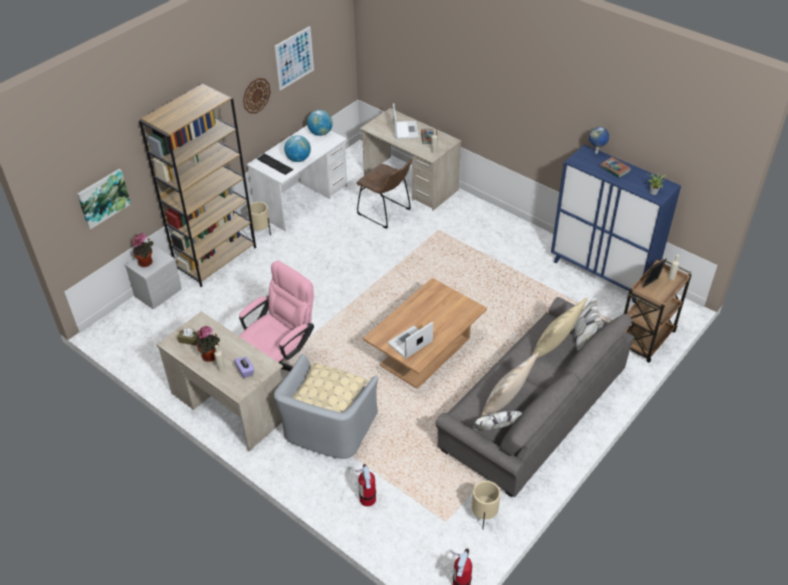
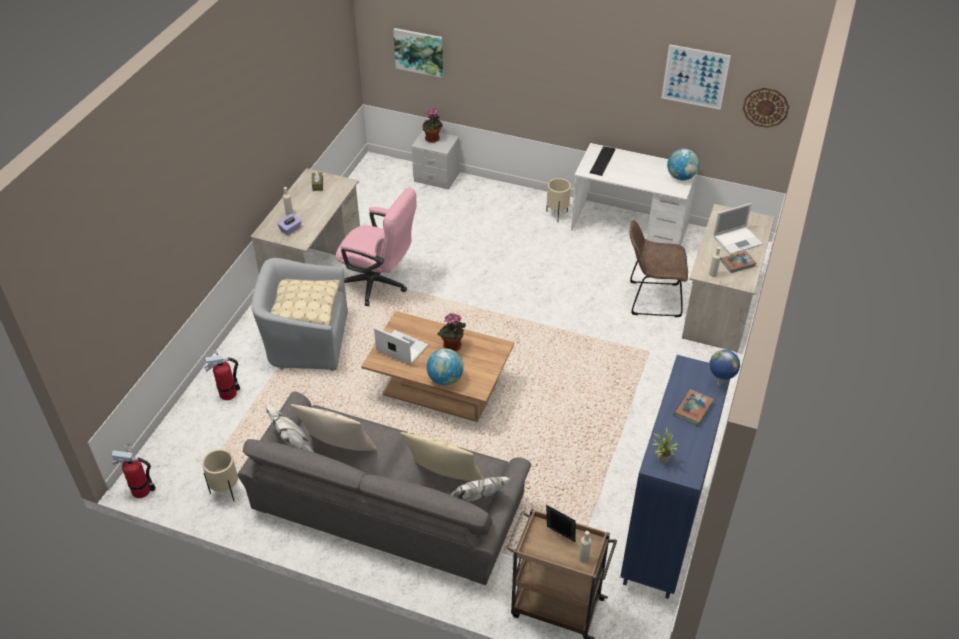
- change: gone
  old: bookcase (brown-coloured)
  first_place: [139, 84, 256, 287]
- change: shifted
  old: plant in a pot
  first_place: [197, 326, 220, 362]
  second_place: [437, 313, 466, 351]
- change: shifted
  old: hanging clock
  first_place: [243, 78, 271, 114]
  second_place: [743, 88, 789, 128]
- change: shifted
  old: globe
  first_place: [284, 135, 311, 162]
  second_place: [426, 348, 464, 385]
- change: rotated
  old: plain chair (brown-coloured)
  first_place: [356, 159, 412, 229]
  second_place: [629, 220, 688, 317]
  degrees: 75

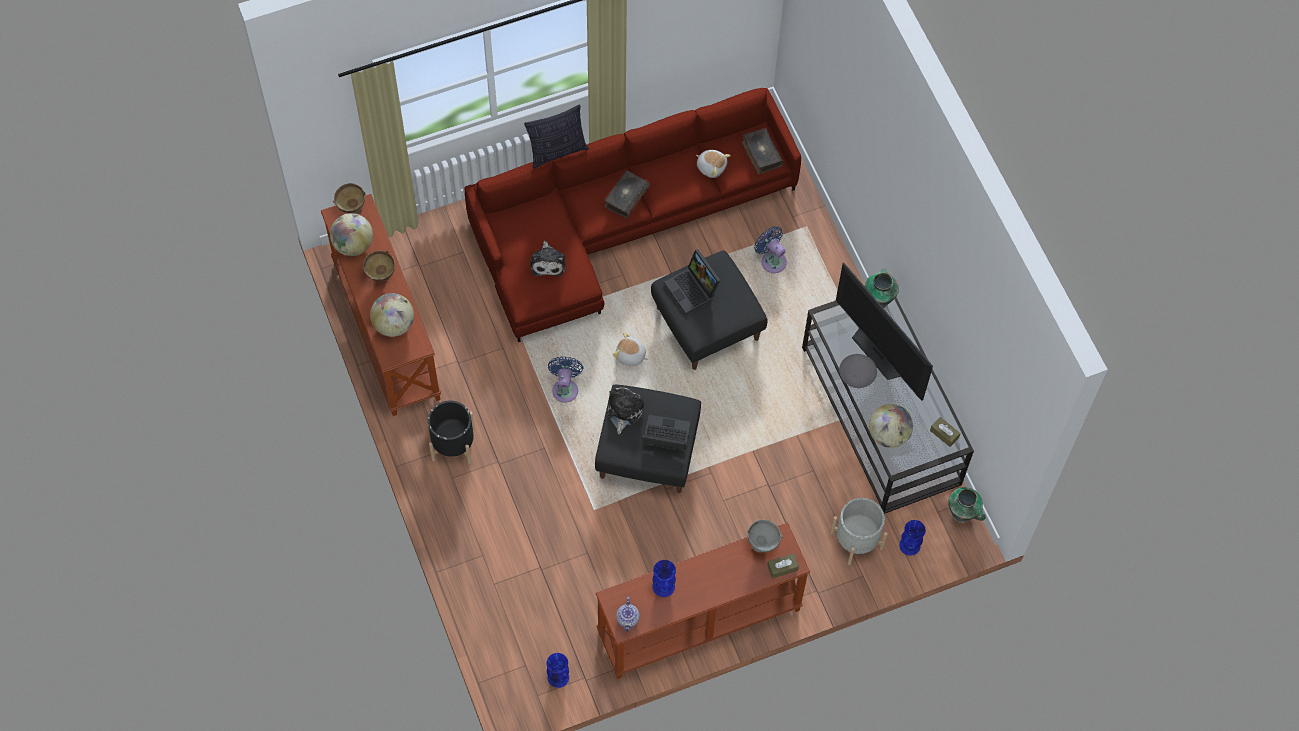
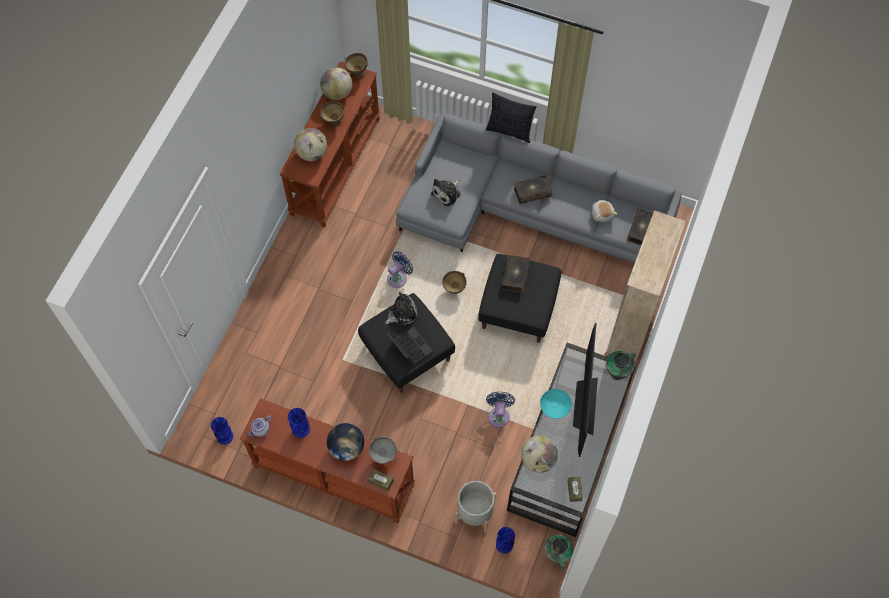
- change: gone
  old: planter (black-coloured)
  first_place: [428, 400, 475, 464]
- change: new
  new: globe
  second_place: [327, 423, 364, 461]
- change: new
  new: bookcase (beige)
  second_place: [604, 210, 686, 366]
- change: shifted
  old: fan (blue)
  first_place: [754, 226, 787, 273]
  second_place: [486, 392, 515, 428]
- change: swapped
  old: cuddly toy
  new: bowl (brown-coloured)
  first_place: [613, 332, 648, 366]
  second_place: [442, 271, 467, 294]
- change: swapped
  old: notebook computer
  new: bound book
  first_place: [664, 249, 721, 314]
  second_place: [501, 255, 529, 293]
- change: repainted
  old: settee (reddish)
  new: settee (greyish)
  first_place: [464, 88, 801, 342]
  second_place: [396, 113, 682, 263]
- change: repainted
  old: bowl (greyish)
  new: bowl (turquoise)
  first_place: [839, 354, 877, 388]
  second_place: [540, 389, 572, 419]

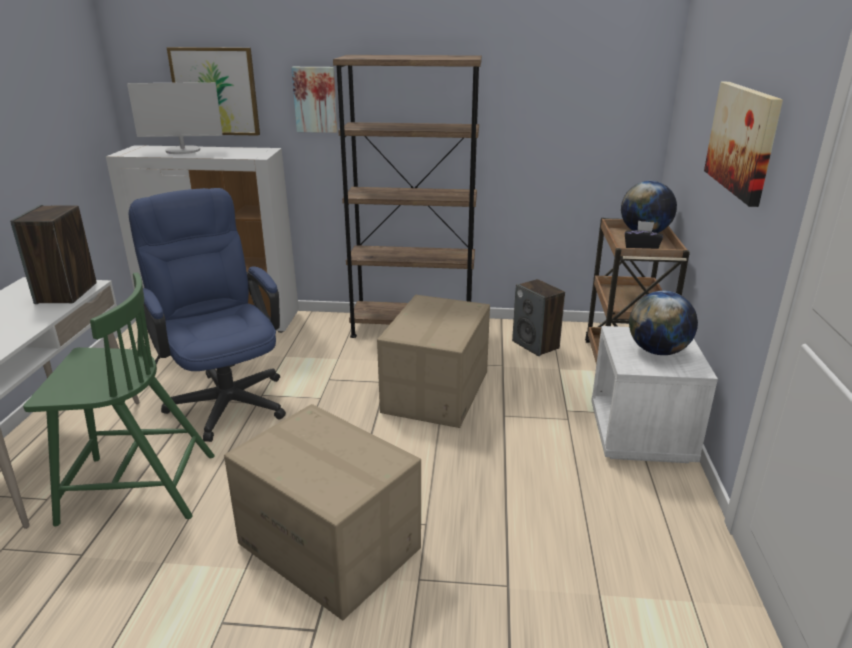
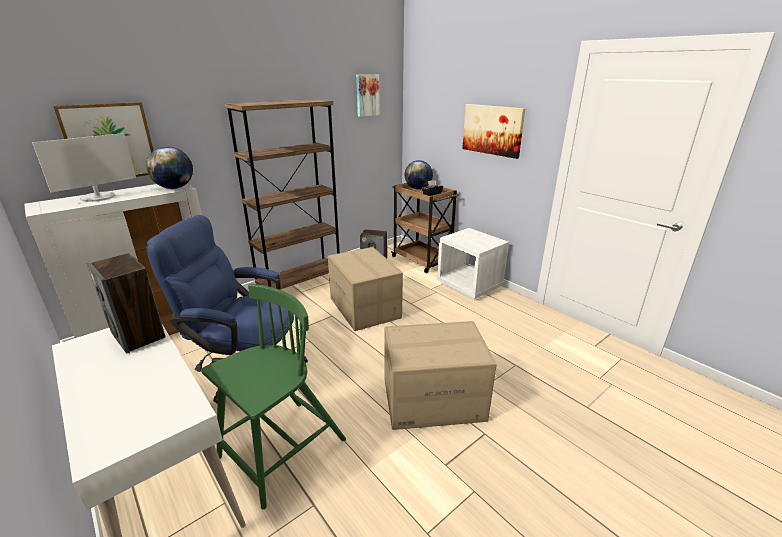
- change: shifted
  old: wall picture
  first_place: [291, 67, 338, 133]
  second_place: [356, 75, 380, 117]
- change: shifted
  old: globe
  first_place: [629, 291, 698, 355]
  second_place: [146, 146, 193, 189]

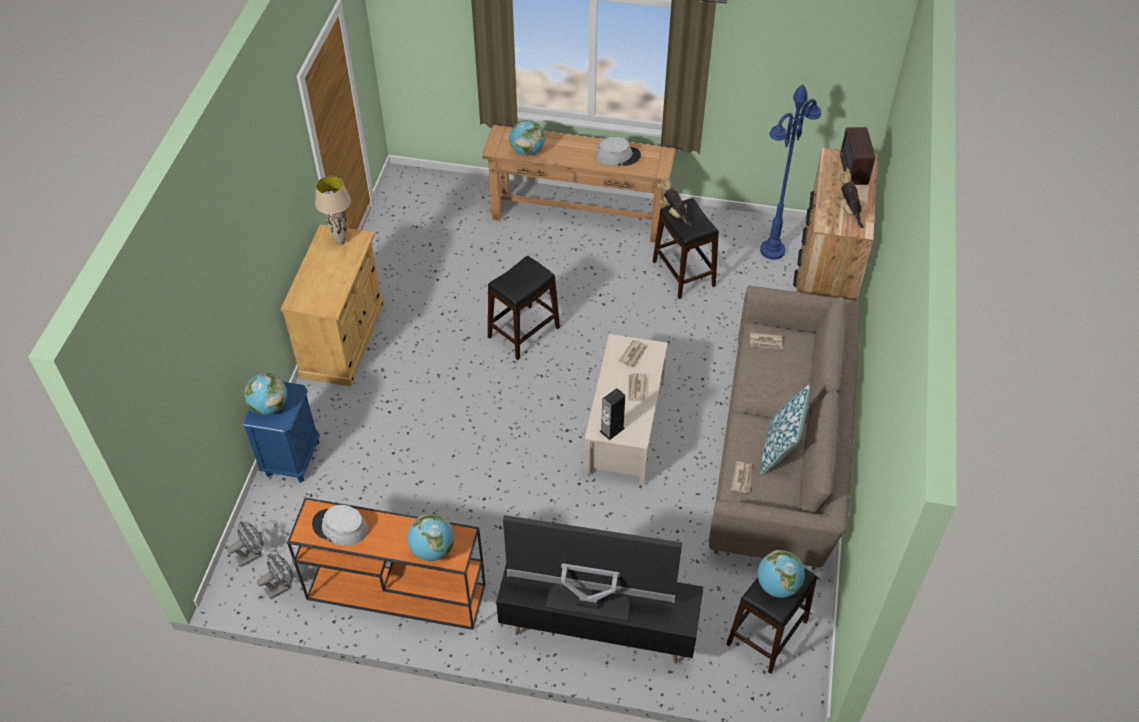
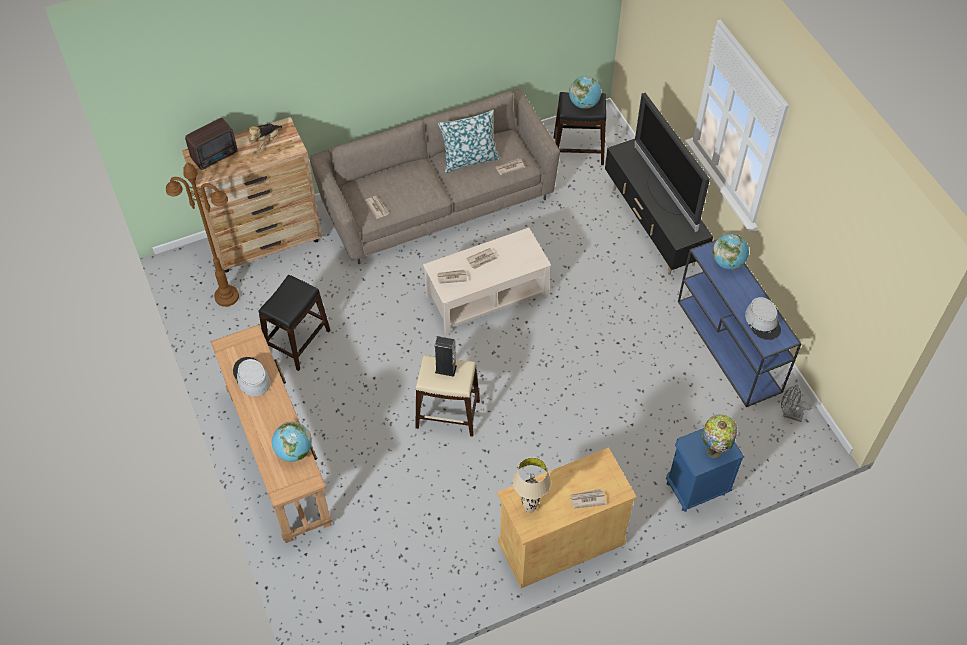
- change: gone
  old: fan (greyish)
  first_place: [227, 521, 264, 567]
- change: gone
  old: cuddly toy
  first_place: [657, 176, 692, 227]
- change: new
  new: daily paper
  second_place: [570, 489, 606, 509]
- change: shifted
  old: loudspeaker
  first_place: [600, 388, 625, 440]
  second_place: [435, 336, 457, 377]
- change: swapped
  old: globe
  new: table lamp
  first_place: [244, 373, 287, 415]
  second_place: [702, 415, 737, 458]
- change: repainted
  old: console table (orangey)
  new: console table (blue)
  first_place: [287, 498, 485, 630]
  second_place: [678, 239, 802, 407]
- change: repainted
  old: stool (black-coloured)
  new: stool (beige)
  first_place: [488, 256, 560, 360]
  second_place: [415, 355, 480, 437]
- change: repainted
  old: standing lamp (blue)
  new: standing lamp (brown-coloured)
  first_place: [760, 84, 821, 260]
  second_place: [166, 162, 239, 307]

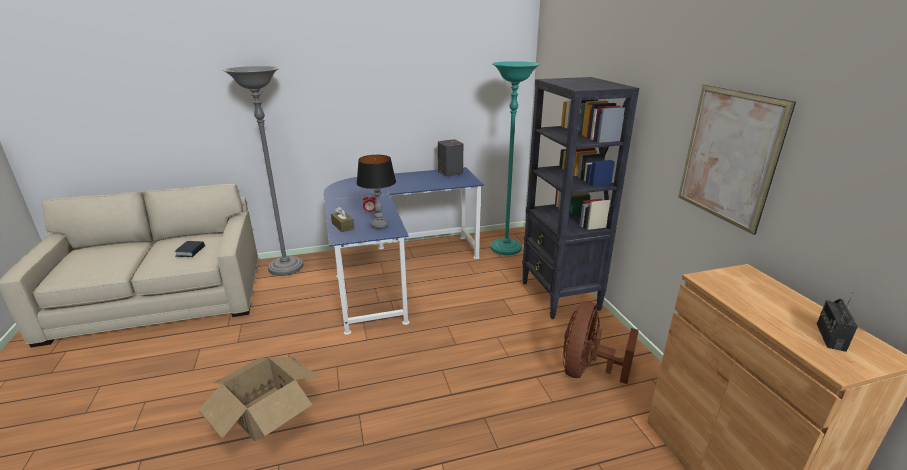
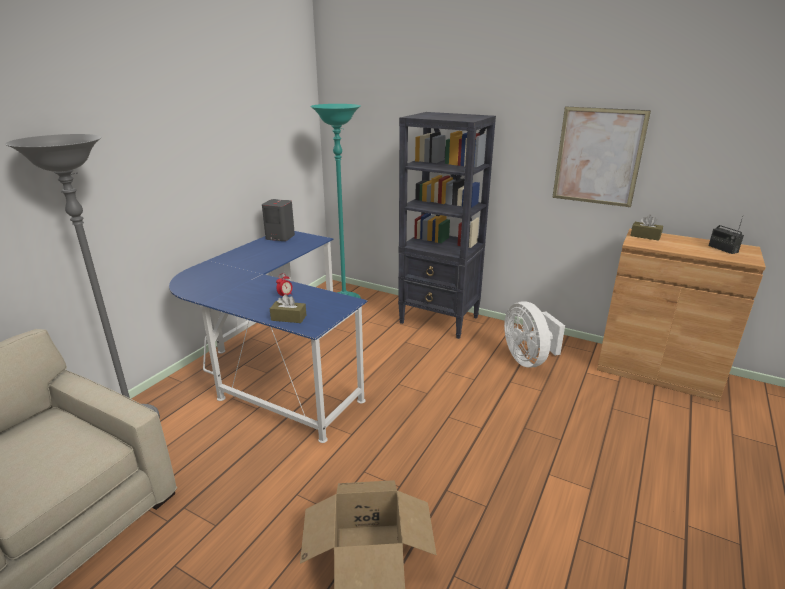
- change: gone
  old: bound book
  first_place: [175, 241, 205, 257]
- change: gone
  old: table lamp
  first_place: [356, 155, 396, 229]
- change: new
  new: tissue holder (brown-coloured)
  second_place: [630, 215, 663, 241]
- change: repainted
  old: fan (brown-coloured)
  new: fan (whitish)
  first_place: [563, 301, 639, 384]
  second_place: [504, 301, 565, 368]

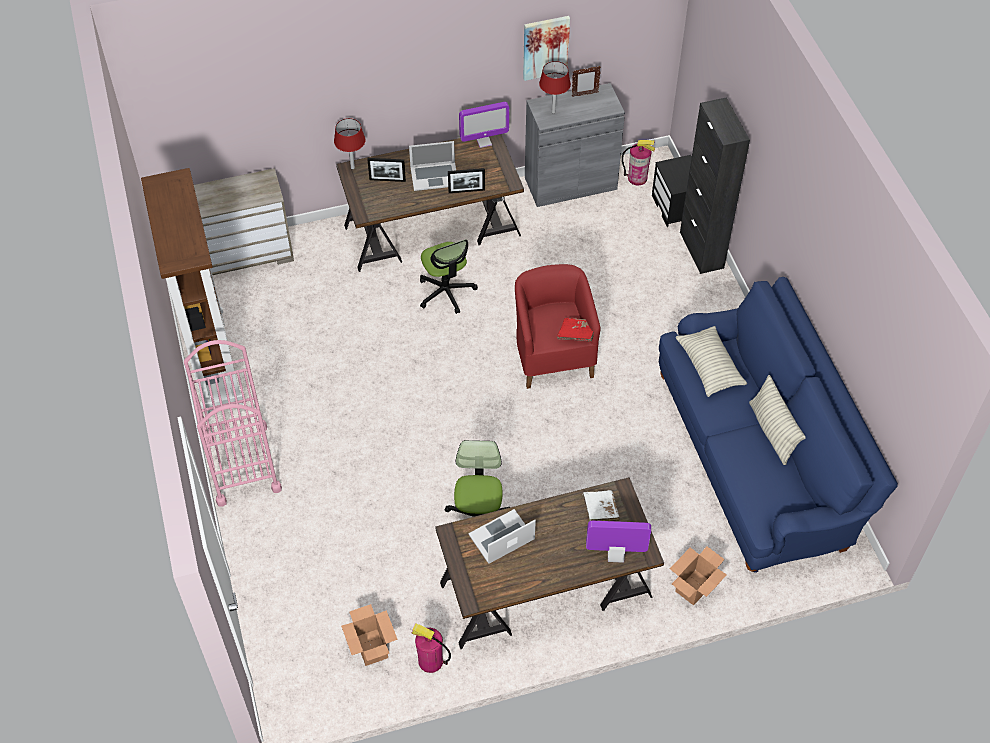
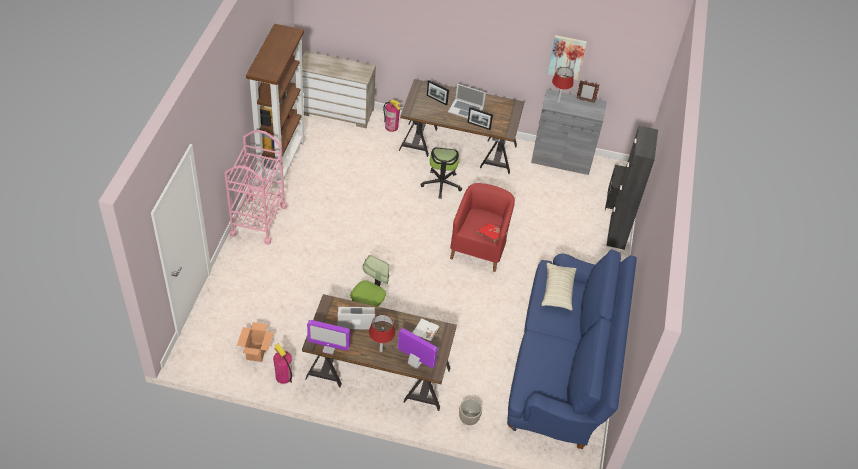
- change: gone
  old: throw pillow
  first_place: [749, 375, 806, 465]
- change: shifted
  old: table lamp (reddish)
  first_place: [334, 118, 366, 169]
  second_place: [369, 315, 395, 352]
- change: shifted
  old: monitor
  first_place: [459, 102, 509, 148]
  second_place: [307, 320, 350, 355]
- change: shifted
  old: extinguisher
  first_place: [622, 140, 655, 186]
  second_place: [383, 99, 401, 132]
- change: swapped
  old: cardboard box
  new: planter (greyish)
  first_place: [670, 546, 727, 605]
  second_place: [459, 399, 482, 425]

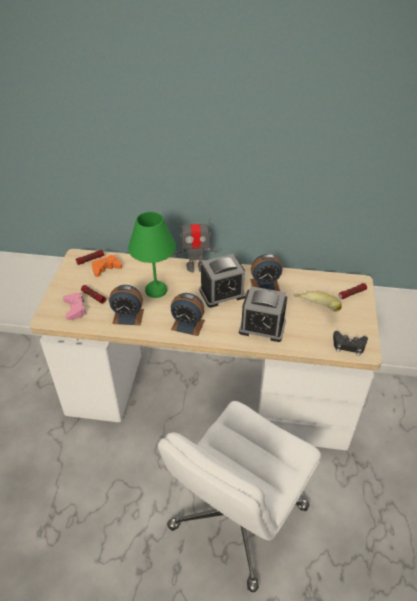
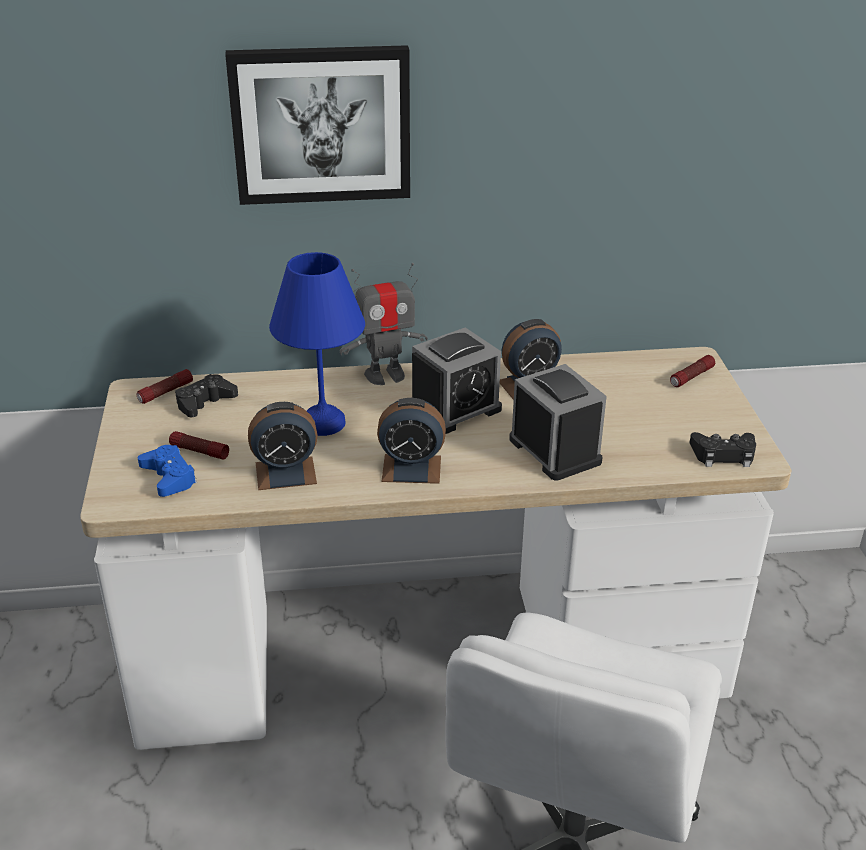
- change: gone
  old: banana fruit
  first_place: [293, 291, 342, 312]
- change: new
  new: wall picture
  second_place: [225, 45, 410, 205]
- change: repainted
  old: gamepad (pink)
  new: gamepad (blue)
  first_place: [63, 293, 87, 320]
  second_place: [138, 445, 197, 497]
- change: repainted
  old: gamepad (orangey)
  new: gamepad (black-coloured)
  first_place: [92, 255, 122, 277]
  second_place: [175, 374, 238, 417]
- change: repainted
  old: table lamp (green)
  new: table lamp (blue)
  first_place: [128, 212, 176, 298]
  second_place: [269, 252, 365, 436]
- change: rotated
  old: bedside clock
  first_place: [239, 286, 287, 342]
  second_place: [509, 364, 607, 480]
  degrees: -120

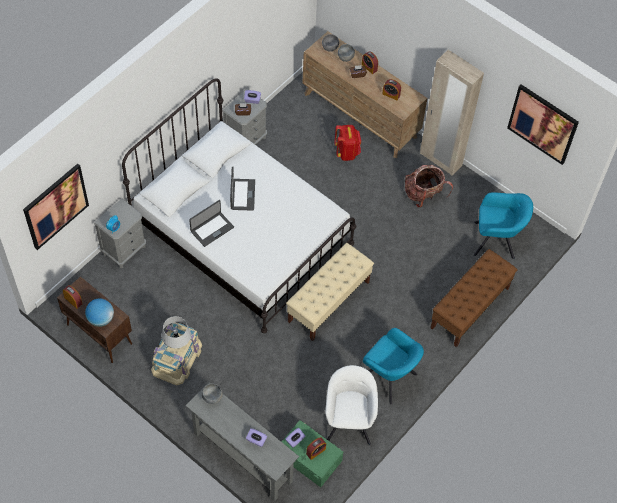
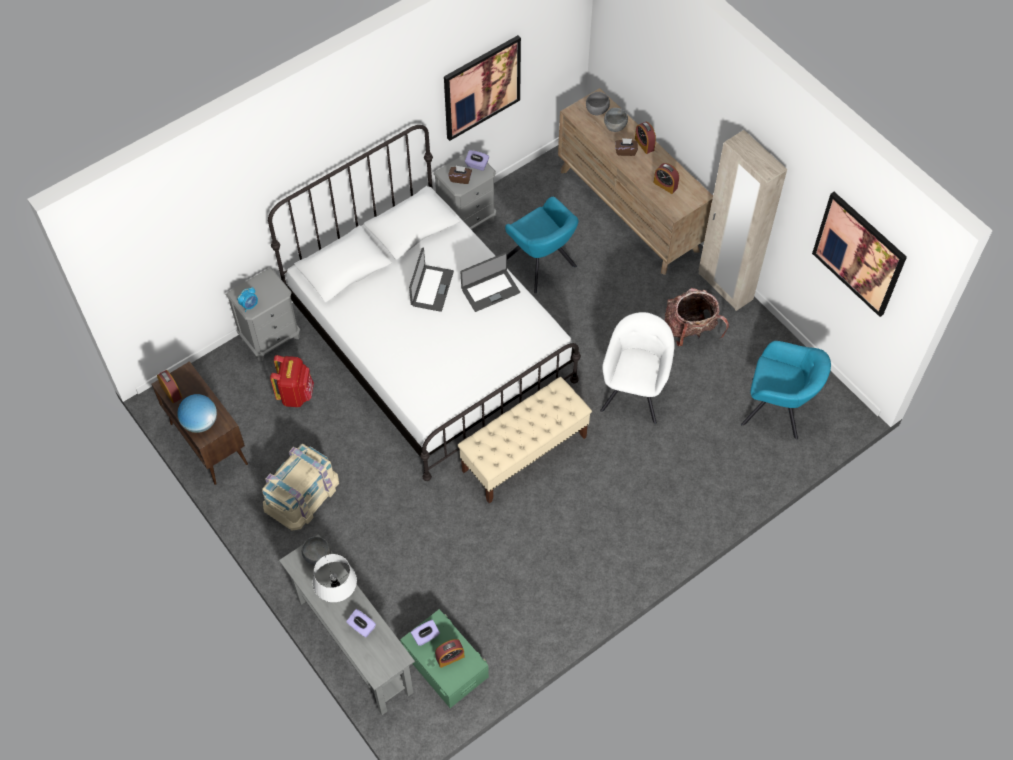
- change: gone
  old: indoor bench (brown-coloured)
  first_place: [430, 249, 518, 347]
- change: shifted
  old: wall picture
  first_place: [23, 164, 89, 250]
  second_place: [444, 35, 521, 141]
- change: shifted
  old: table lamp (greyish)
  first_place: [162, 316, 191, 348]
  second_place: [313, 554, 357, 602]
- change: shifted
  old: notebook computer
  first_place: [189, 200, 234, 247]
  second_place: [461, 252, 520, 312]
- change: shifted
  old: lounge chair (whitish)
  first_place: [325, 365, 378, 445]
  second_place: [600, 312, 674, 424]
- change: shifted
  old: rucksack (reddish)
  first_place: [334, 125, 361, 161]
  second_place: [270, 355, 314, 407]
- change: shifted
  old: lounge chair (turquoise)
  first_place: [363, 328, 424, 404]
  second_place: [505, 197, 578, 294]

